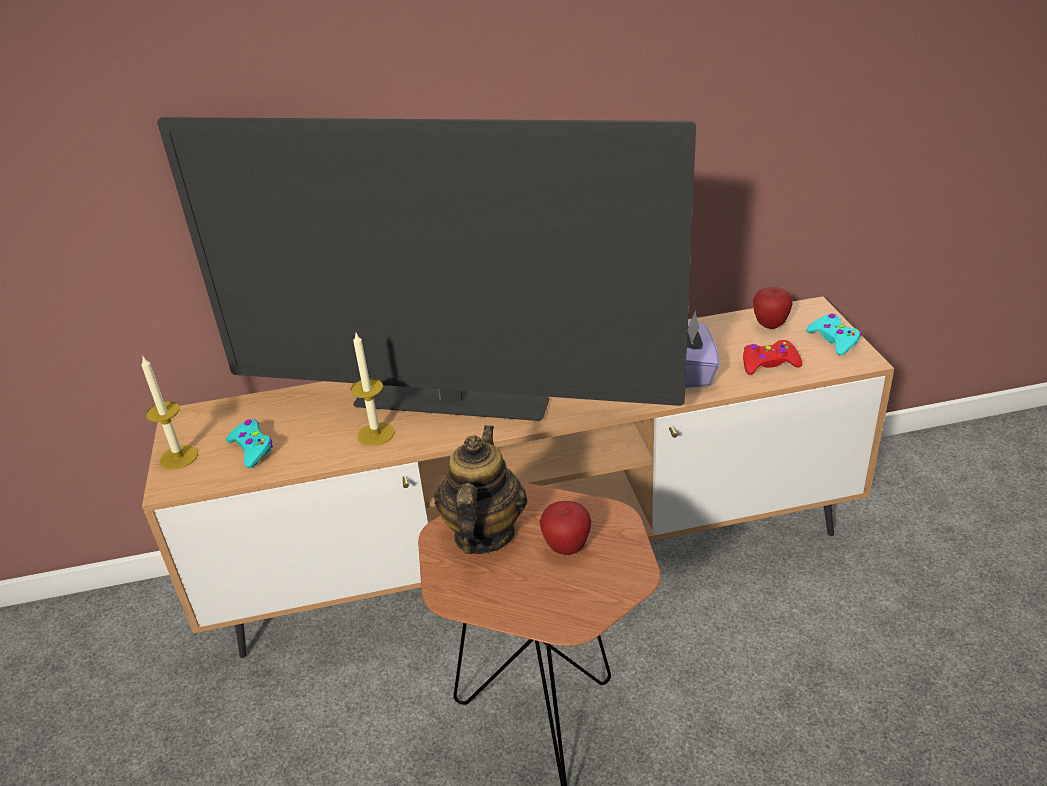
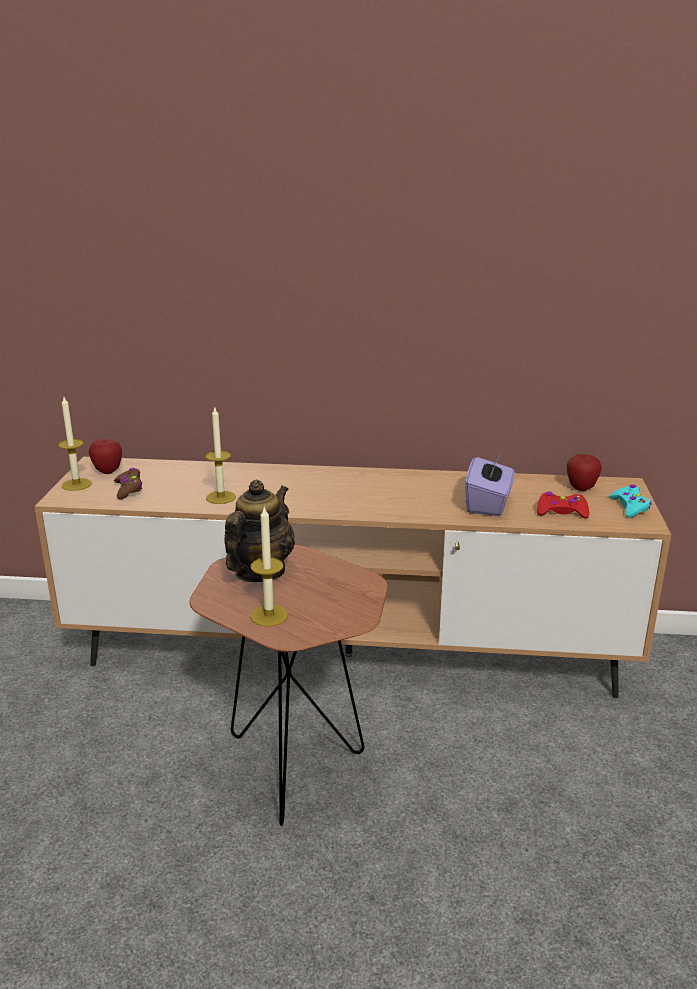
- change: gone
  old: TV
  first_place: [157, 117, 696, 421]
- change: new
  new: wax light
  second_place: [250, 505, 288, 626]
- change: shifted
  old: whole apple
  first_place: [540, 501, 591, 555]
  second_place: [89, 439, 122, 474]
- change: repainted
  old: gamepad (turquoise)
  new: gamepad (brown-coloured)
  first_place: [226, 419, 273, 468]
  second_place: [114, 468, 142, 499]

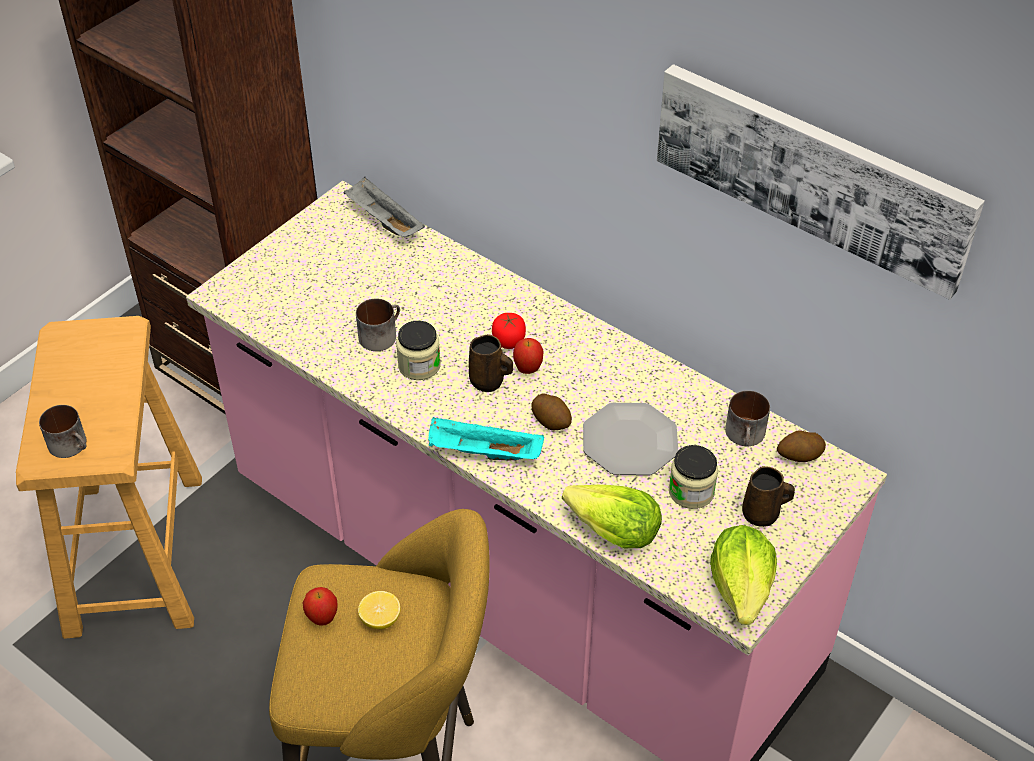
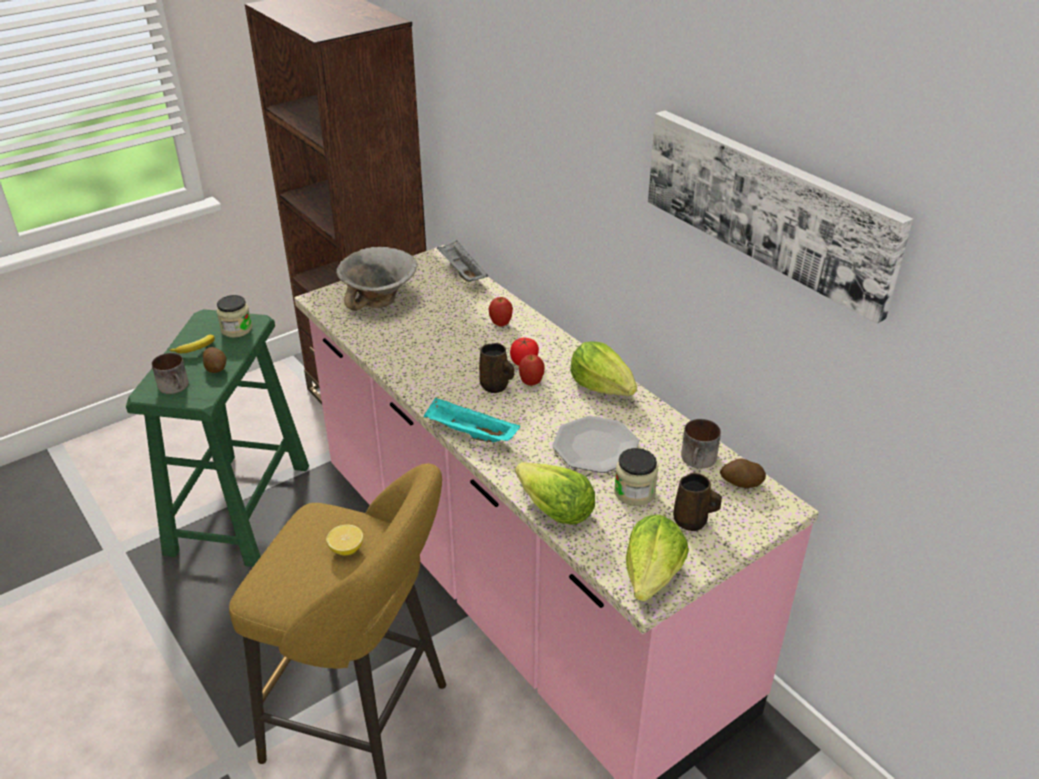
- change: gone
  old: tea mug
  first_place: [356, 299, 400, 351]
- change: new
  new: banana fruit
  second_place: [170, 335, 215, 353]
- change: new
  new: bowl
  second_place: [336, 247, 417, 311]
- change: new
  new: lettuce head
  second_place: [570, 341, 637, 396]
- change: shifted
  old: whole apple
  first_place: [303, 587, 338, 626]
  second_place: [489, 297, 513, 327]
- change: shifted
  old: jar
  first_place: [396, 321, 441, 380]
  second_place: [216, 295, 252, 338]
- change: shifted
  old: whole potato
  first_place: [531, 393, 572, 430]
  second_place: [203, 347, 226, 373]
- change: repainted
  old: stool (beige)
  new: stool (green)
  first_place: [16, 316, 202, 639]
  second_place: [126, 309, 309, 567]

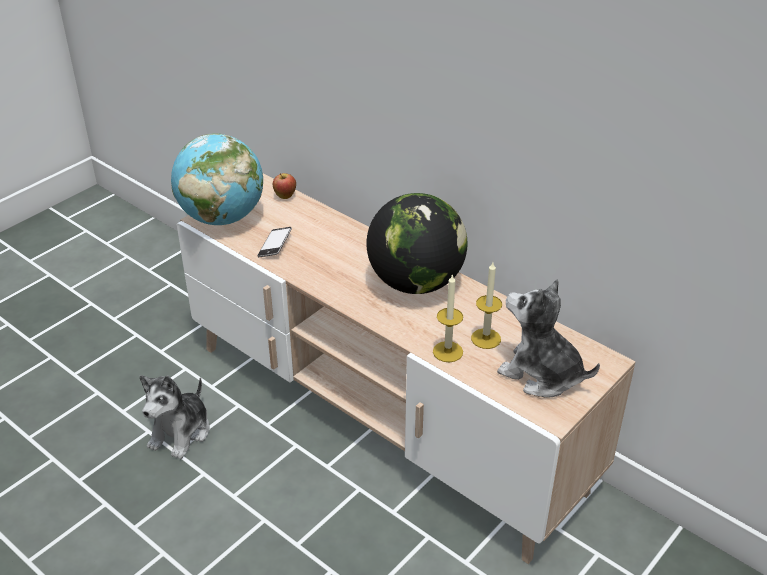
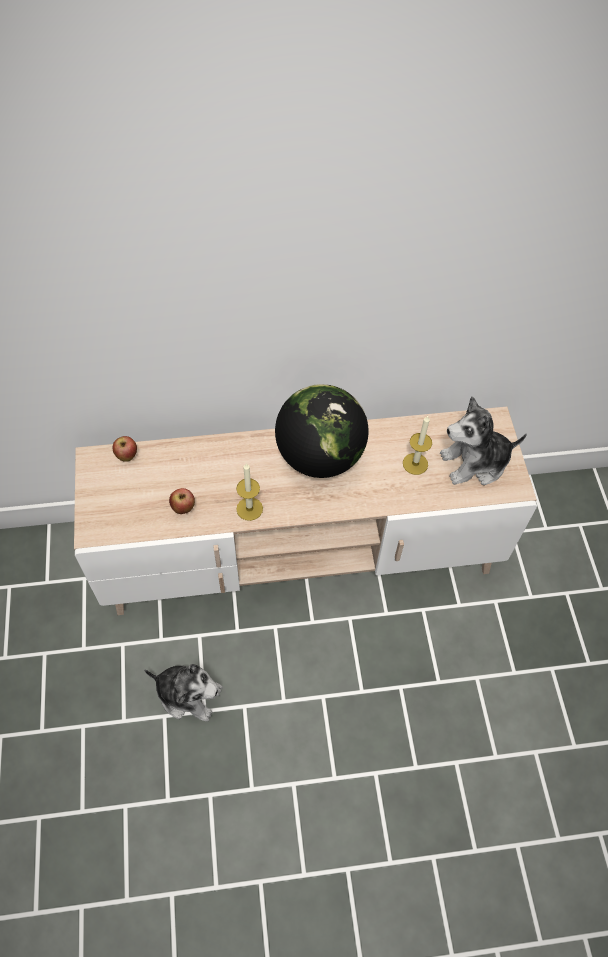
- change: gone
  old: globe
  first_place: [171, 133, 263, 225]
- change: shifted
  old: wax light
  first_place: [433, 274, 463, 362]
  second_place: [236, 463, 263, 521]
- change: swapped
  old: phone
  new: whole apple
  first_place: [257, 227, 292, 257]
  second_place: [169, 488, 195, 514]
- change: rotated
  old: cuddly toy
  first_place: [140, 375, 210, 459]
  second_place: [144, 664, 223, 722]
  degrees: -45

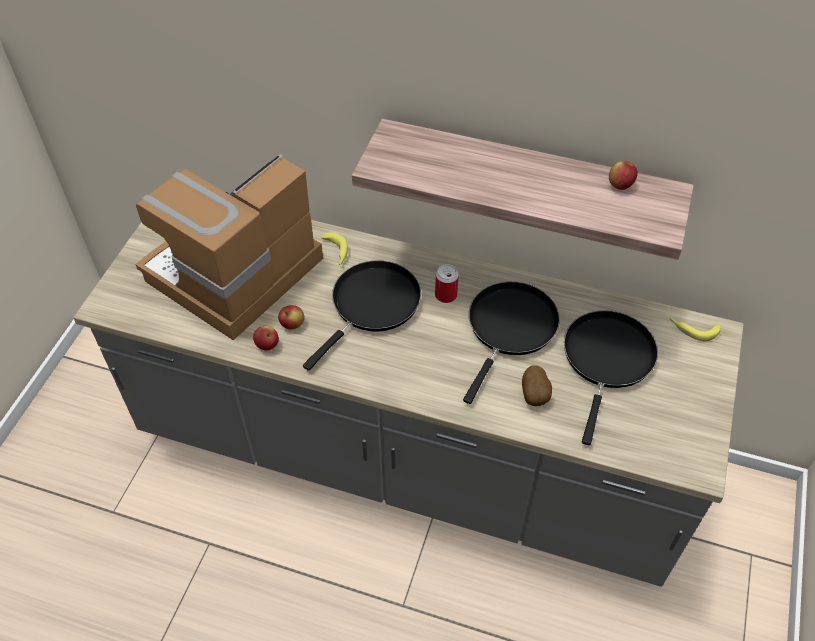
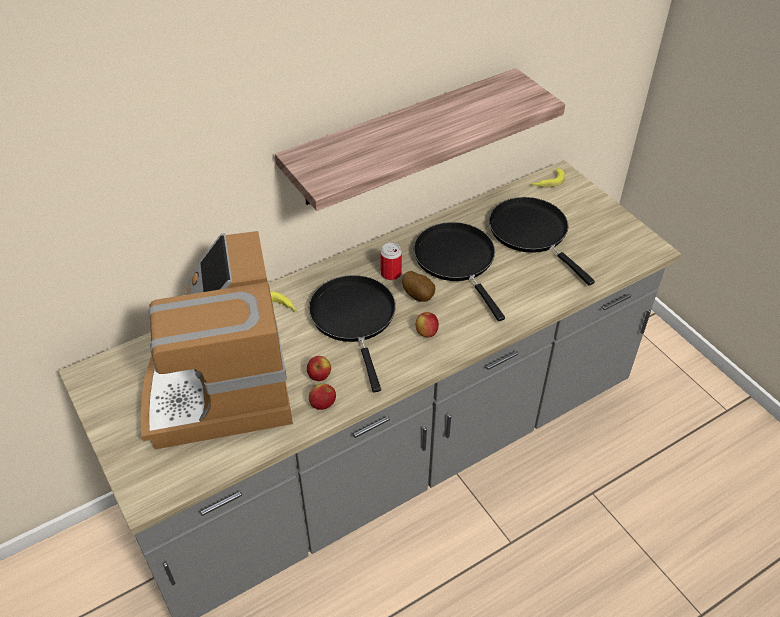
- change: shifted
  old: whole potato
  first_place: [522, 366, 552, 406]
  second_place: [402, 271, 435, 302]
- change: shifted
  old: whole apple
  first_place: [609, 161, 638, 190]
  second_place: [416, 312, 439, 337]

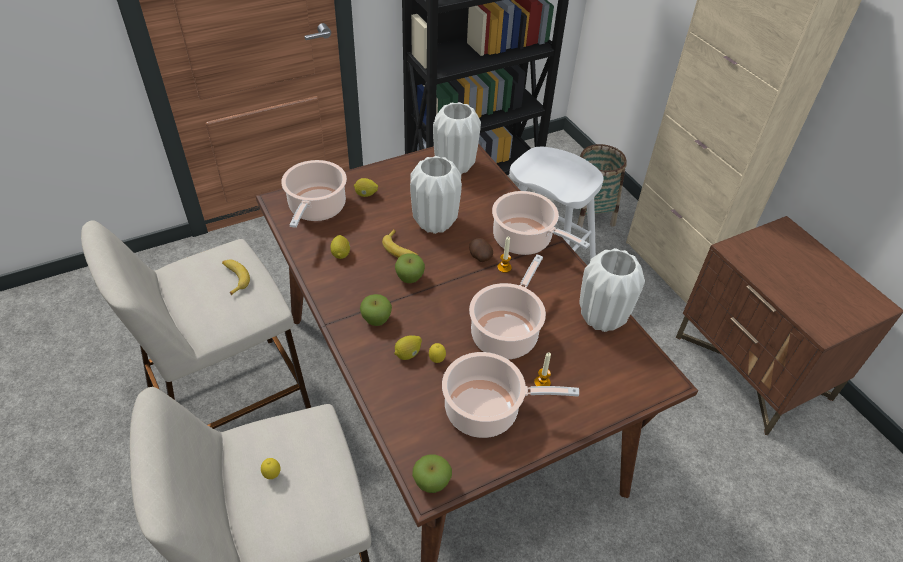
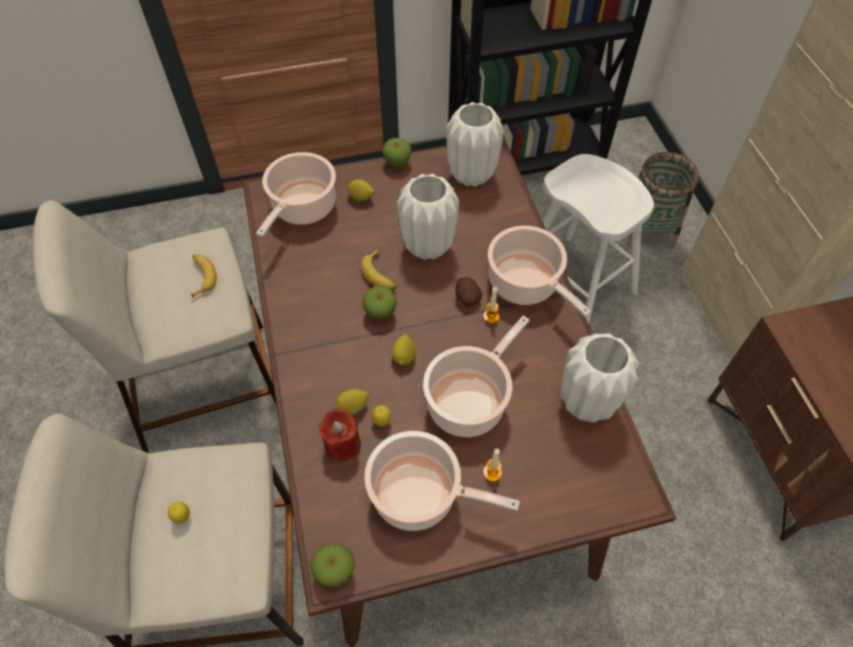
- change: new
  new: wax light (reddish)
  second_place: [319, 409, 361, 462]
- change: shifted
  old: lemon
  first_place: [330, 235, 350, 259]
  second_place: [392, 334, 416, 366]
- change: shifted
  old: whole apple
  first_place: [360, 294, 392, 326]
  second_place: [382, 138, 412, 168]

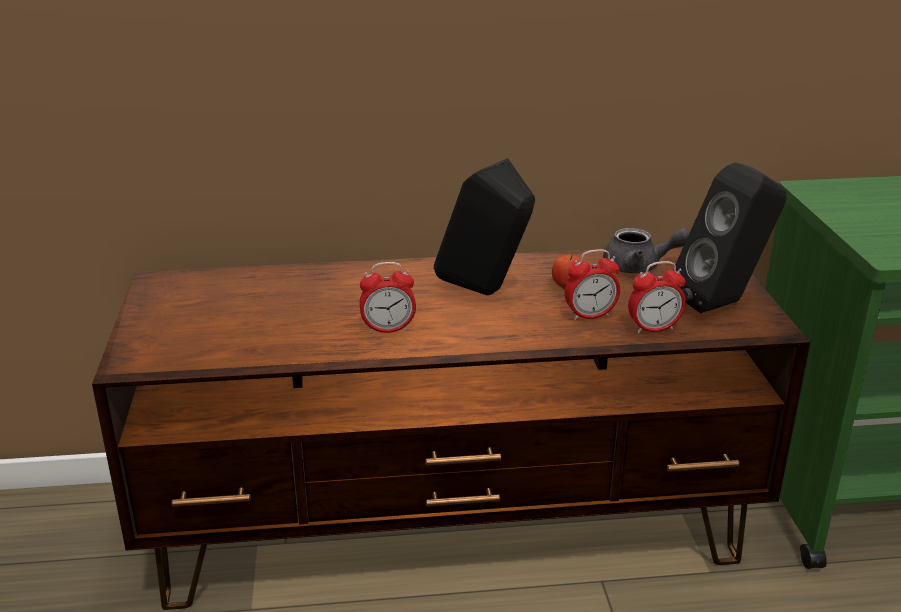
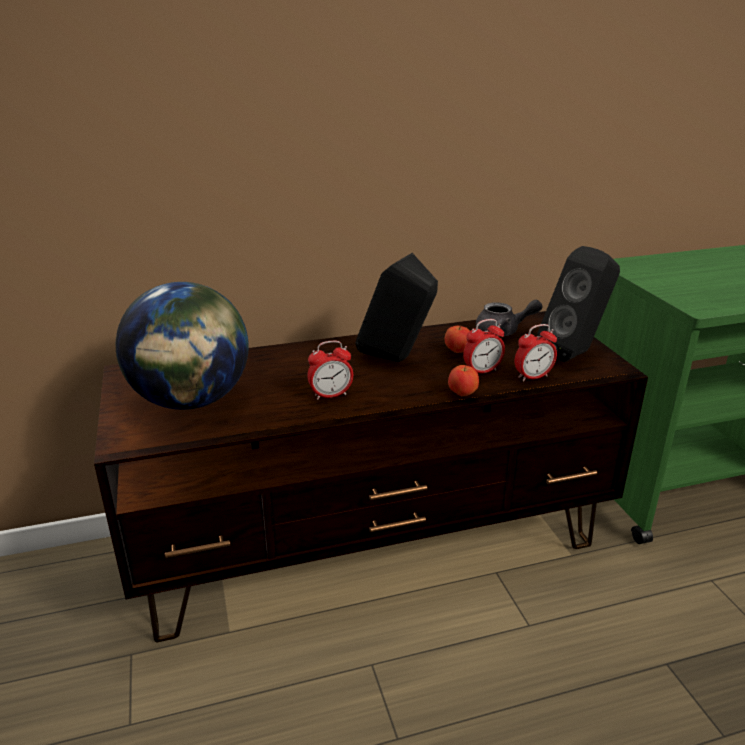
- change: new
  new: globe
  second_place: [116, 282, 249, 410]
- change: new
  new: whole apple
  second_place: [448, 365, 479, 396]

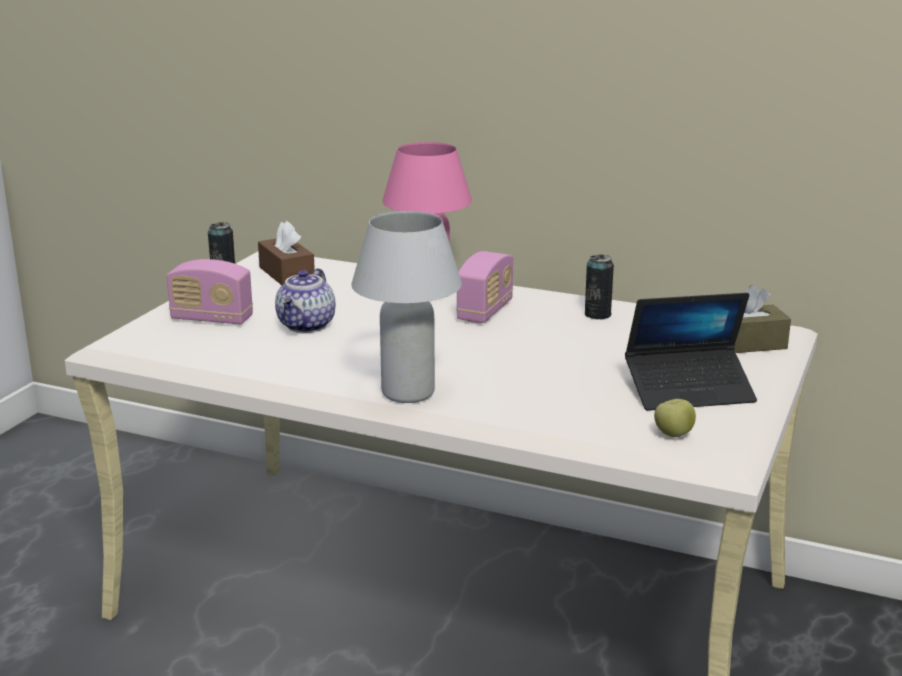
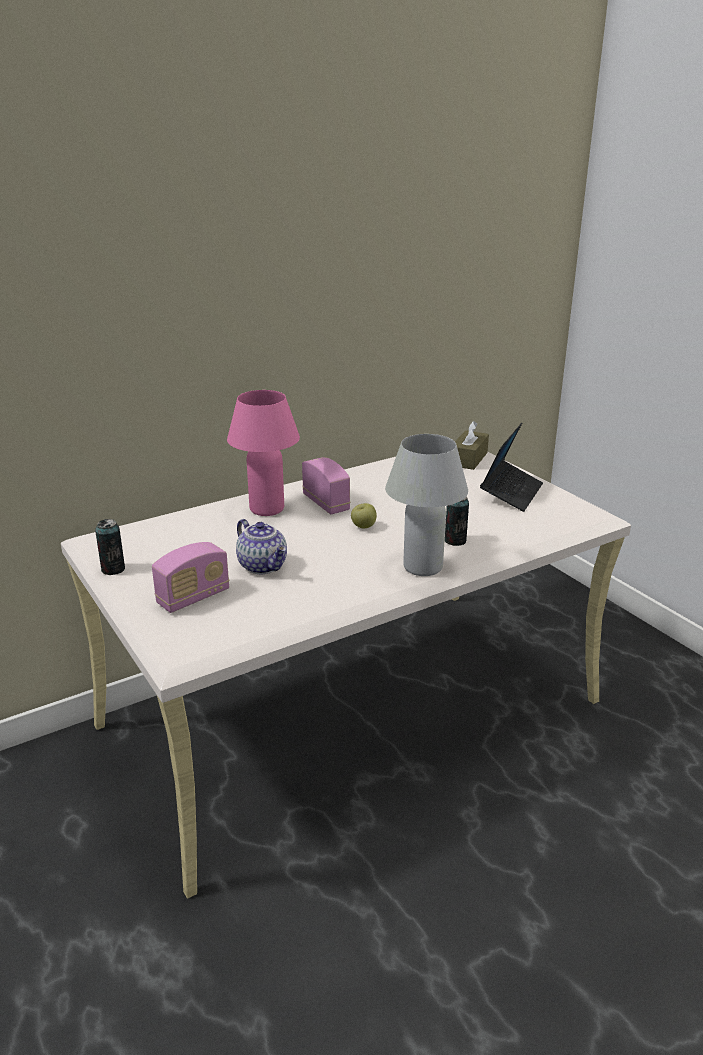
- change: gone
  old: tissue holder (brown-coloured)
  first_place: [258, 221, 315, 285]
- change: shifted
  old: metal can
  first_place: [585, 254, 614, 320]
  second_place: [445, 496, 469, 546]
- change: shifted
  old: whole apple
  first_place: [654, 399, 696, 437]
  second_place: [351, 503, 377, 529]

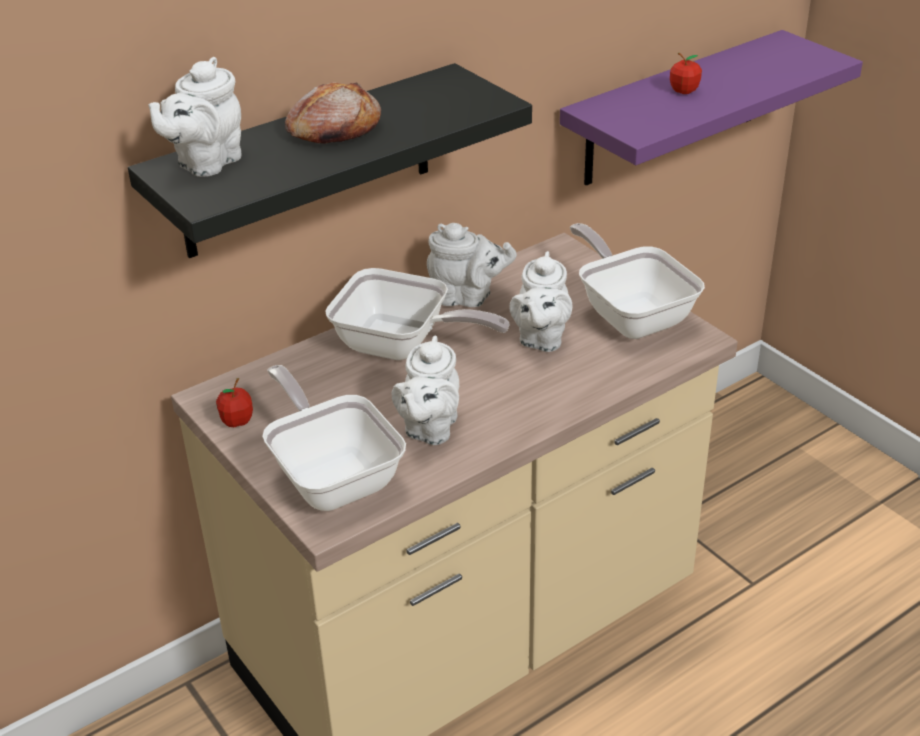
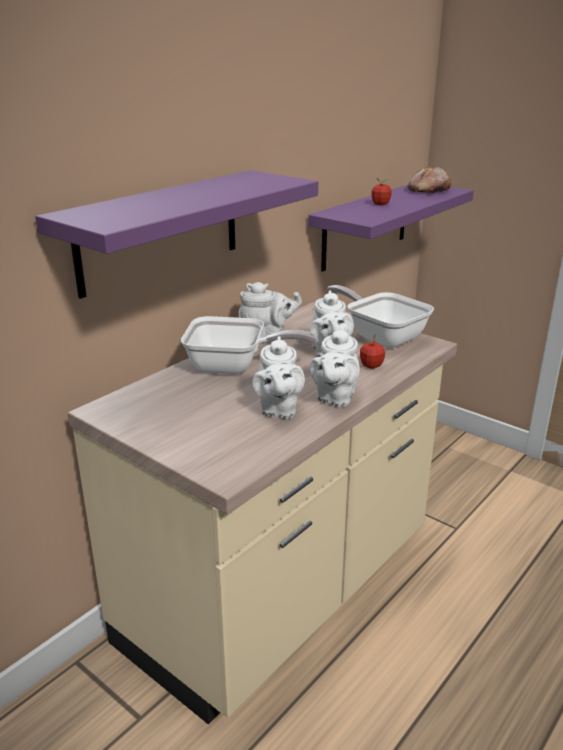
- change: gone
  old: skillet
  first_place: [262, 365, 406, 511]
- change: shifted
  old: teapot (whitish)
  first_place: [148, 57, 242, 177]
  second_place: [310, 327, 360, 407]
- change: shifted
  old: whole apple
  first_place: [216, 378, 253, 427]
  second_place: [360, 334, 385, 369]
- change: shifted
  old: bakery bread
  first_place: [285, 82, 381, 144]
  second_place: [408, 167, 451, 193]
- change: repainted
  old: wall shelf (black-coloured)
  new: wall shelf (purple-coloured)
  first_place: [128, 63, 532, 258]
  second_place: [35, 170, 318, 299]

